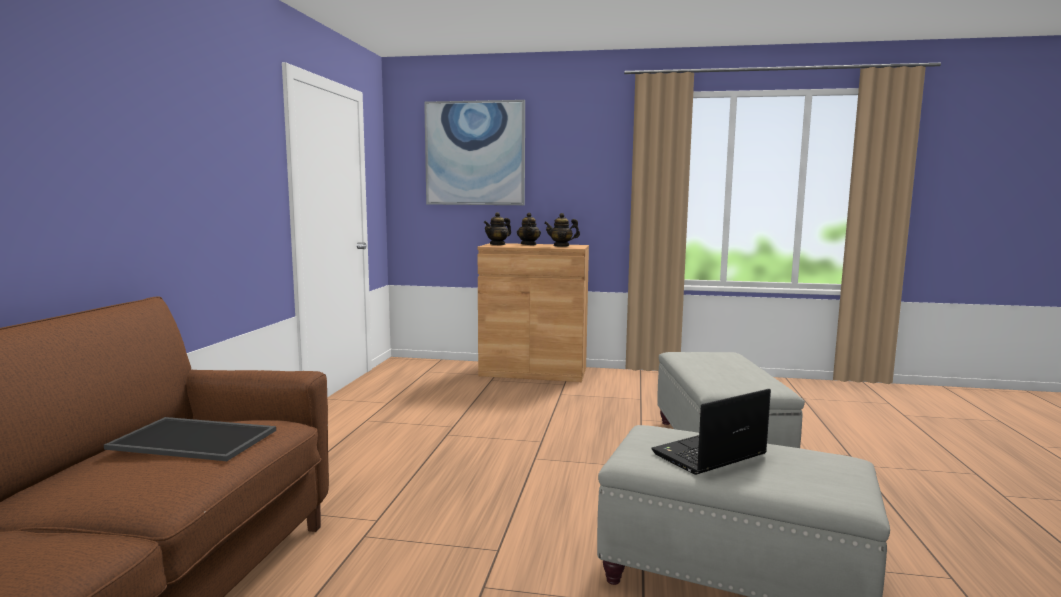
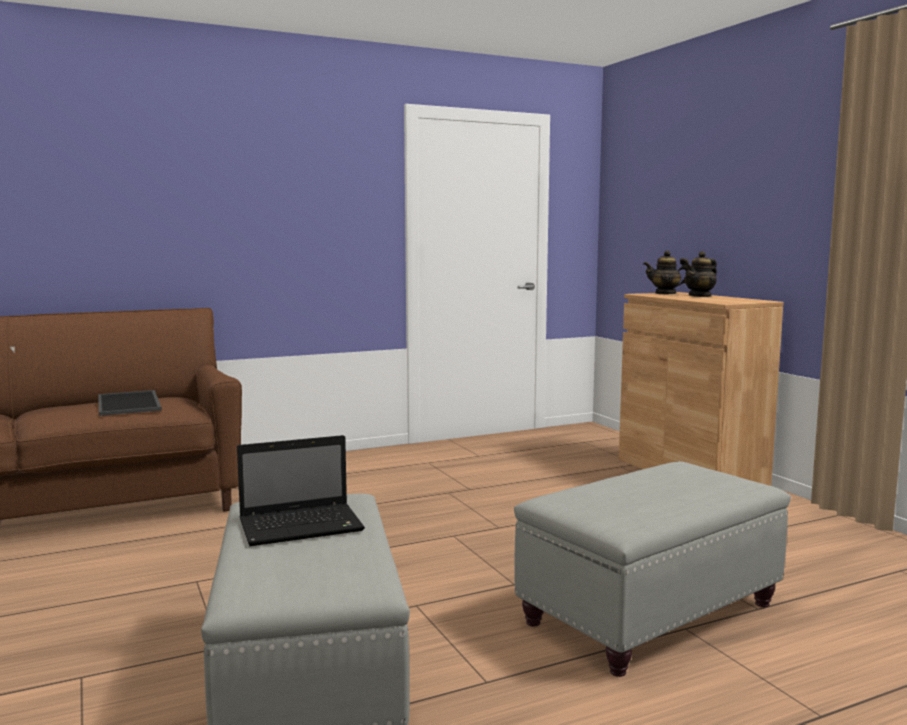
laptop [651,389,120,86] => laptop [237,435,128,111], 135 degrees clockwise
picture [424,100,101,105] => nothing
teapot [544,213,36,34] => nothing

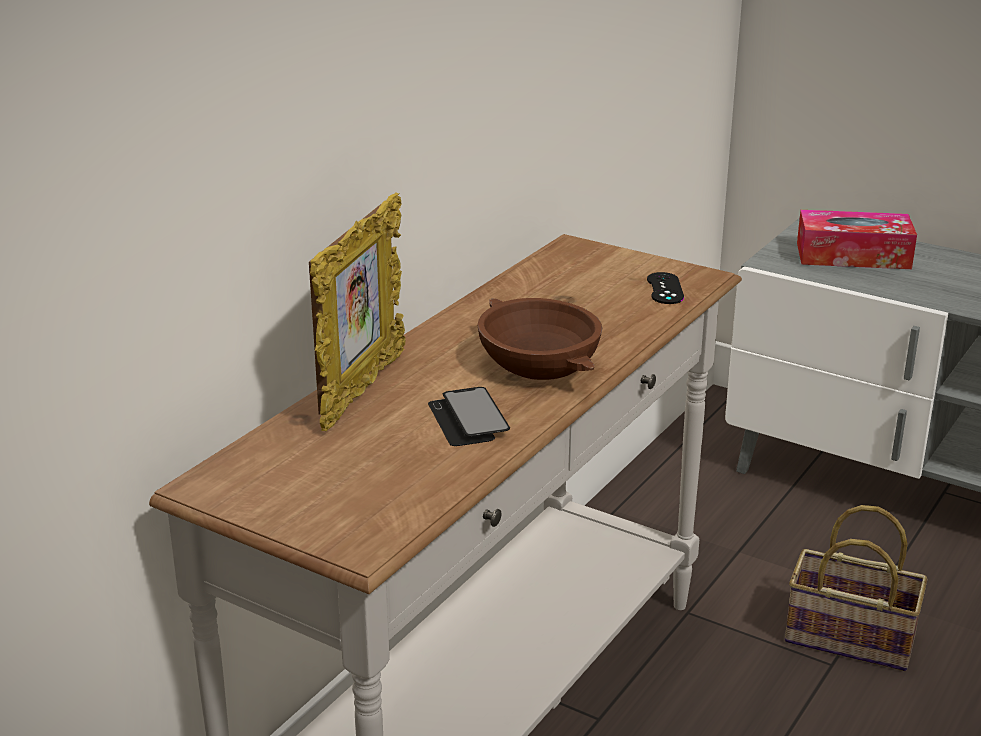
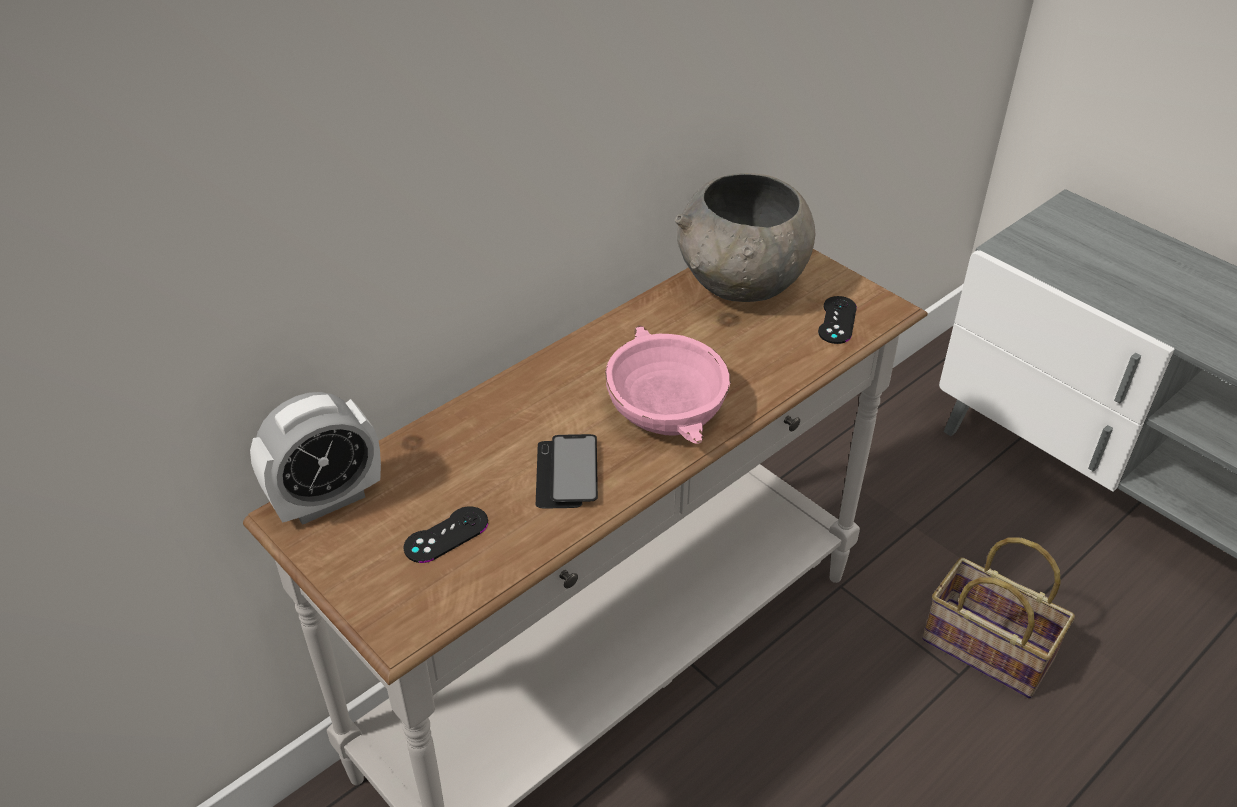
nothing => alarm clock [250,392,131,133]
nothing => game controller in black [403,507,85,56]
bowl in brown [477,298,125,82] => bowl in pink [605,325,125,119]
nothing => bowl in grey [675,173,140,129]
picture frame [309,192,97,239] => nothing
tissue box [797,210,120,59] => nothing

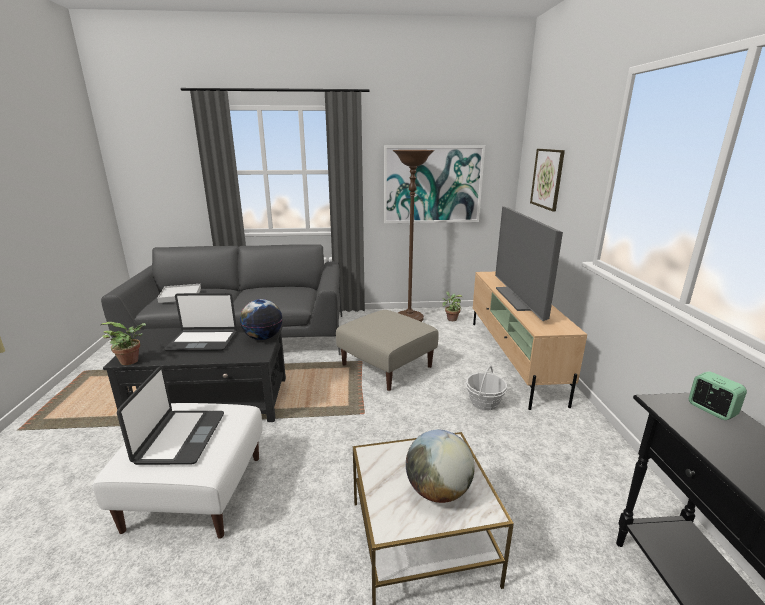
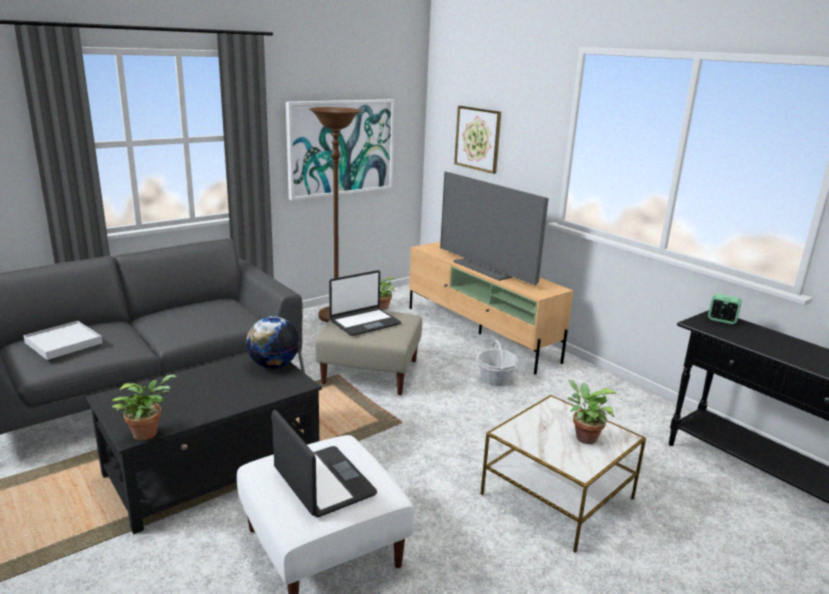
laptop [164,293,73,58] => laptop [329,270,72,66], move
globe [406,430,69,73] => potted plant [567,380,49,64]

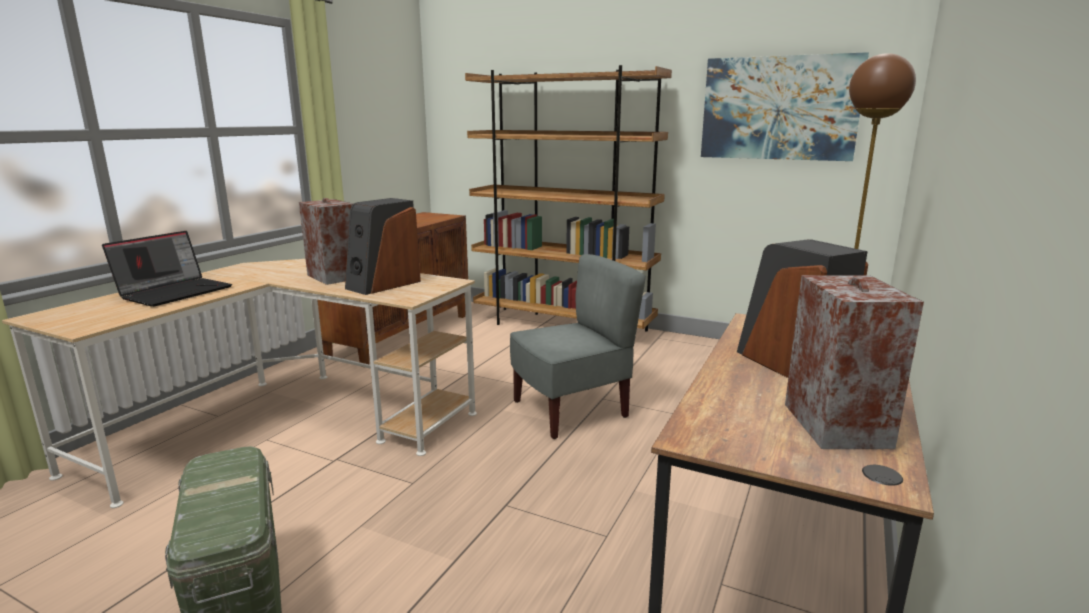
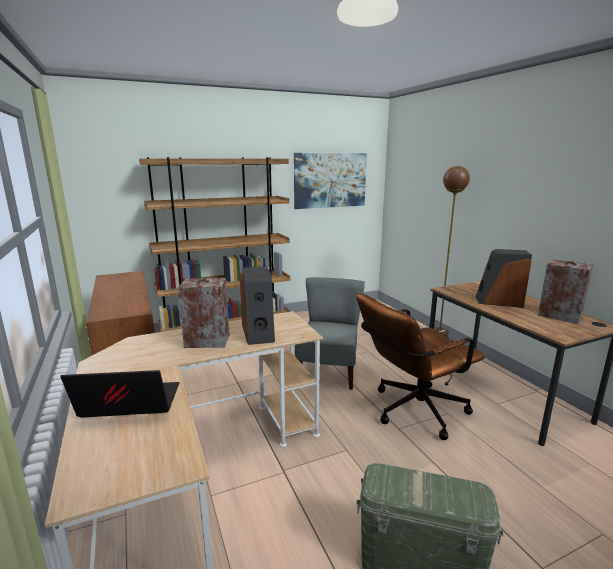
laptop [102,231,130,76] => laptop [61,370,118,48], 75 degrees counterclockwise
nothing => office chair in brown [357,293,128,147]

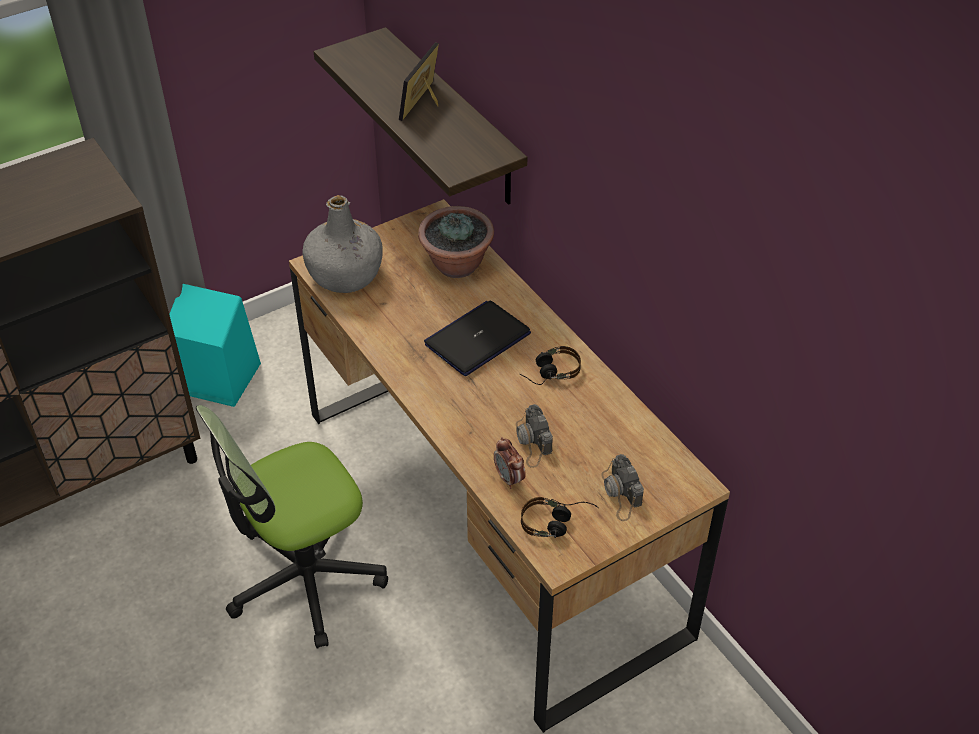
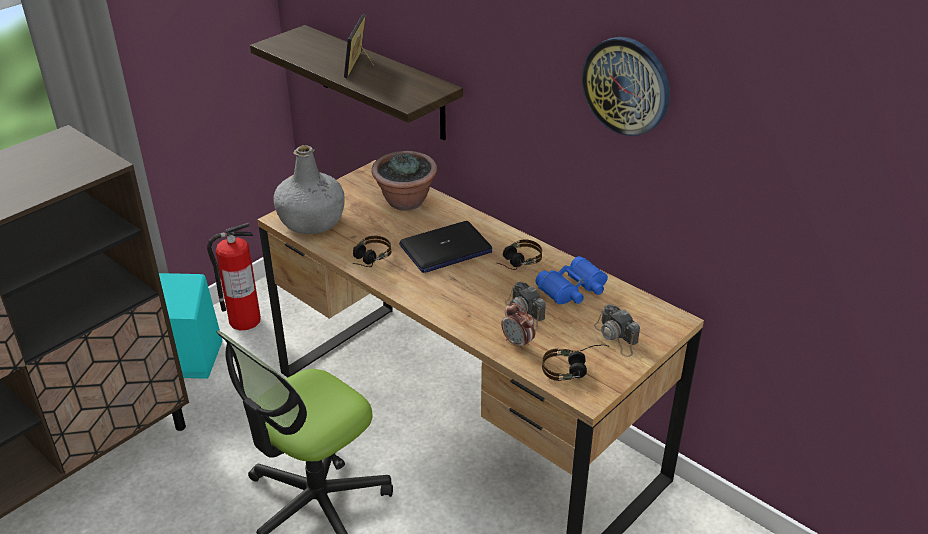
nothing => fire extinguisher [207,223,54,107]
nothing => headphones [353,236,38,31]
laptop [424,301,107,75] => laptop [399,221,93,52], 150 degrees counterclockwise
nothing => binoculars in blue [535,256,73,48]
nothing => wall clock [582,37,88,99]

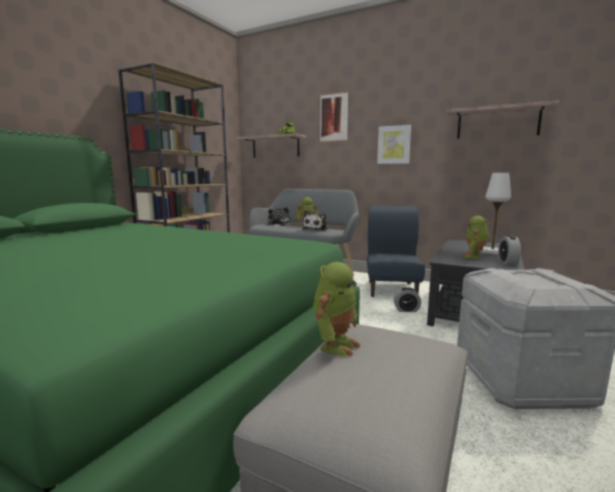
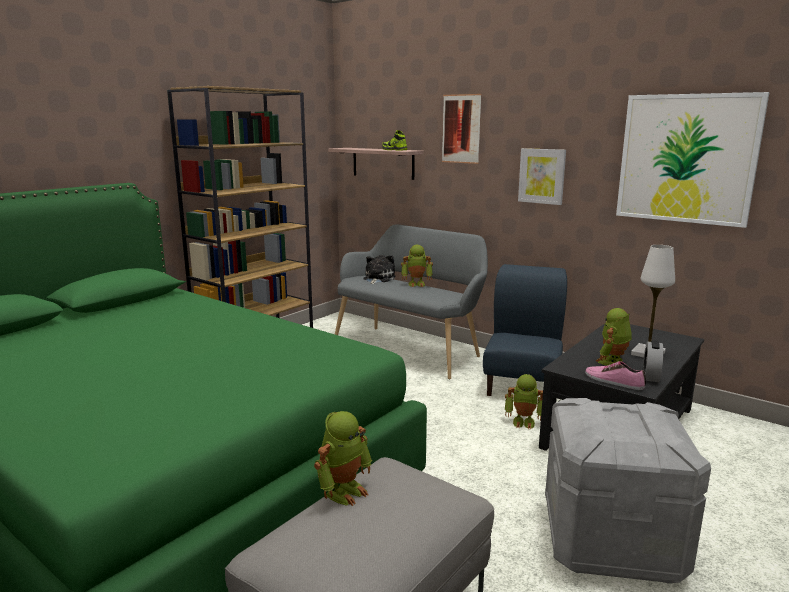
alarm clock [394,287,27,25] => toy robot [504,374,39,56]
nothing => shoe [585,361,61,29]
shelf [446,101,113,38] => picture [616,92,154,136]
plush toy [302,210,26,21] => nothing

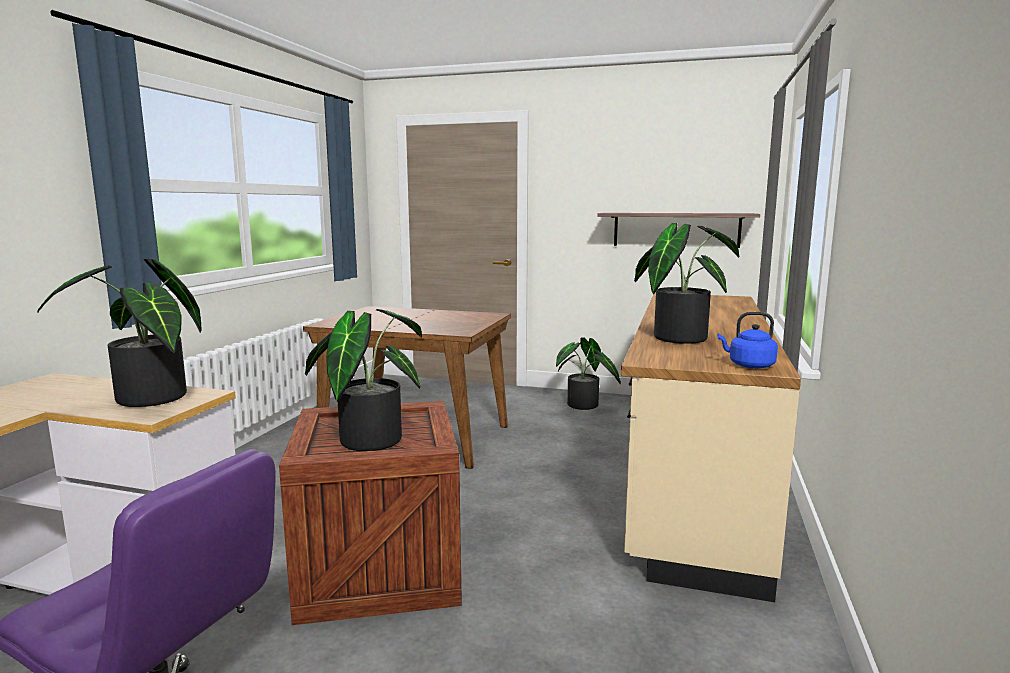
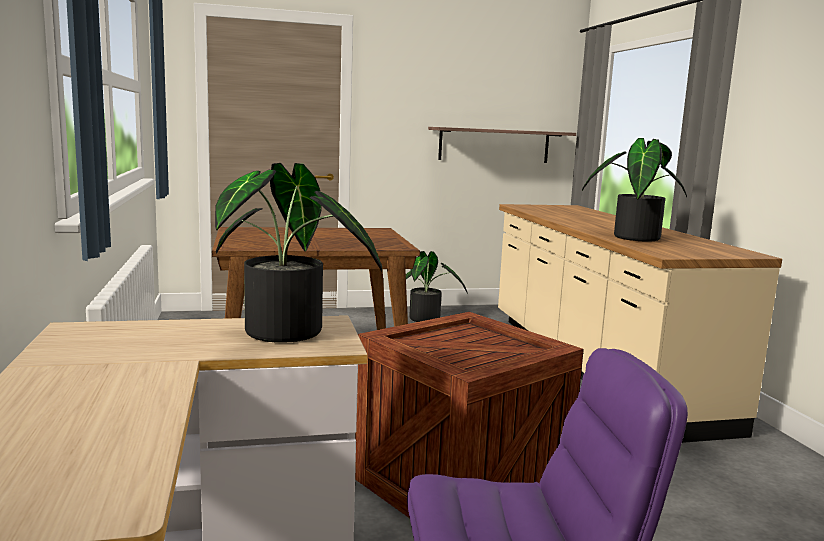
potted plant [305,309,117,142] => nothing
kettle in blue [718,312,60,57] => nothing

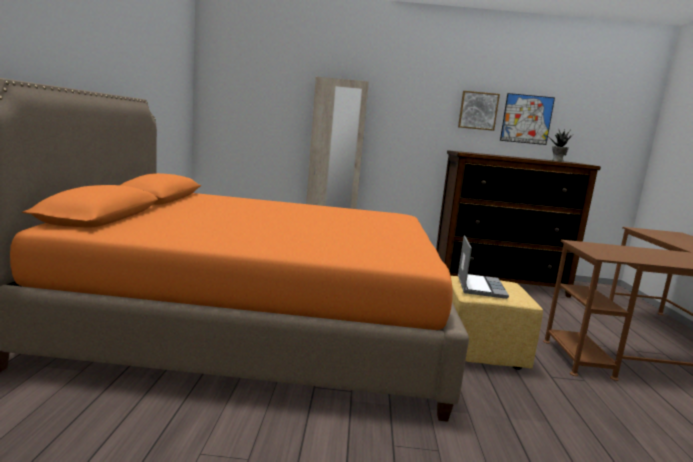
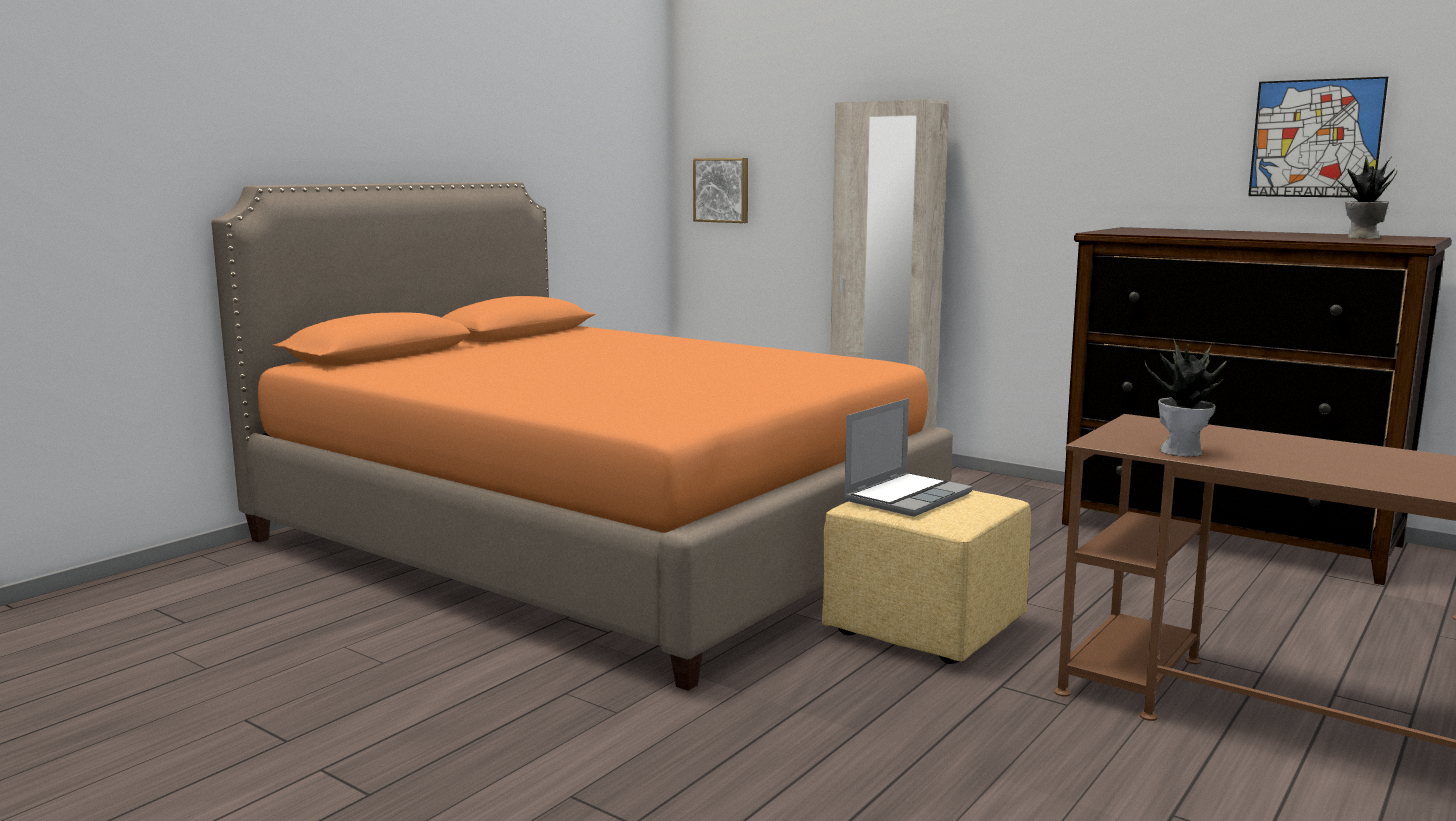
picture [458,91,42,40] => picture [693,158,55,65], move
nothing => potted plant [1145,338,82,119]

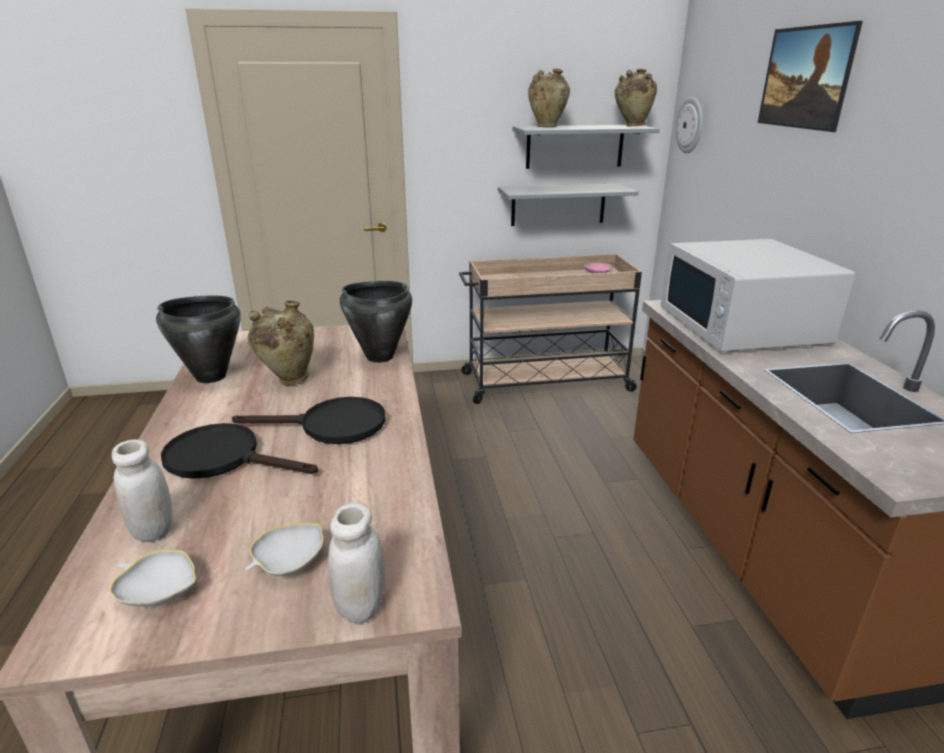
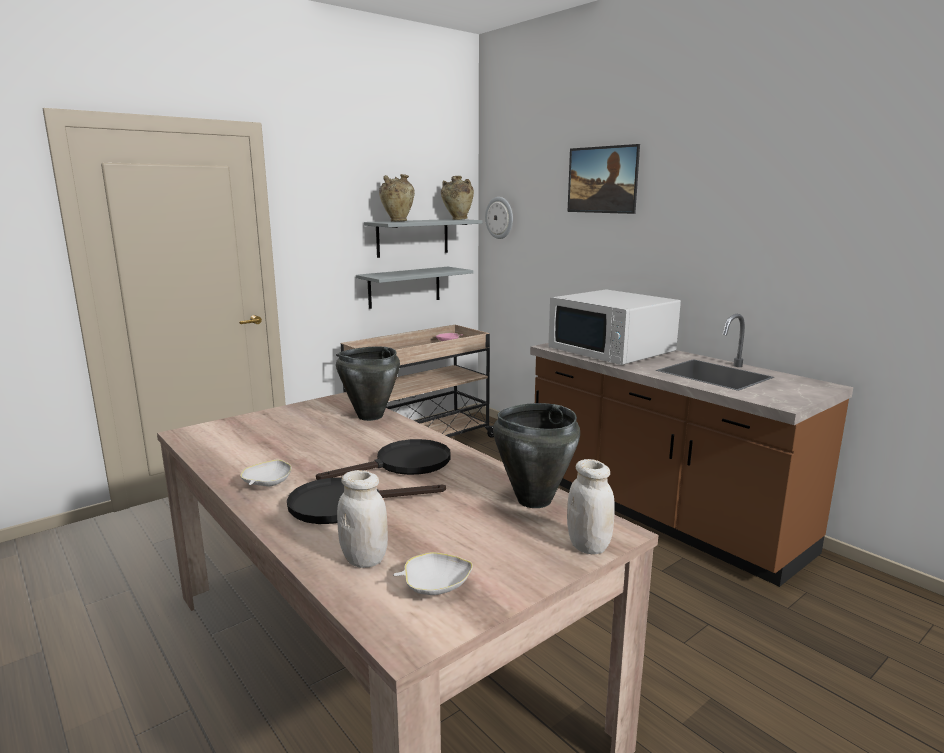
bowl in white [245,523,78,53] => bowl in white [240,459,51,27], move
cooking pot in black [156,295,85,88] => cooking pot in black [493,403,87,105], move
vase in beige [248,300,66,85] => nothing

